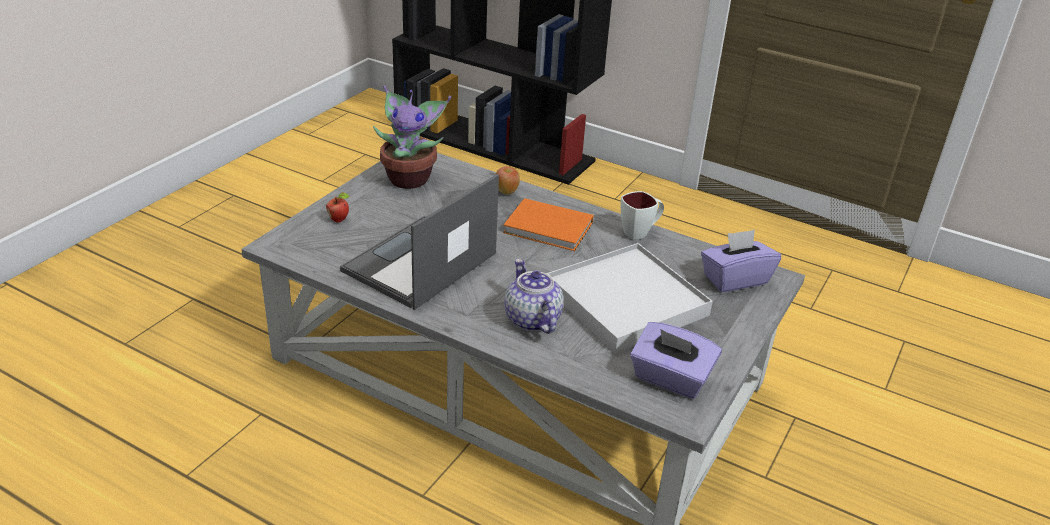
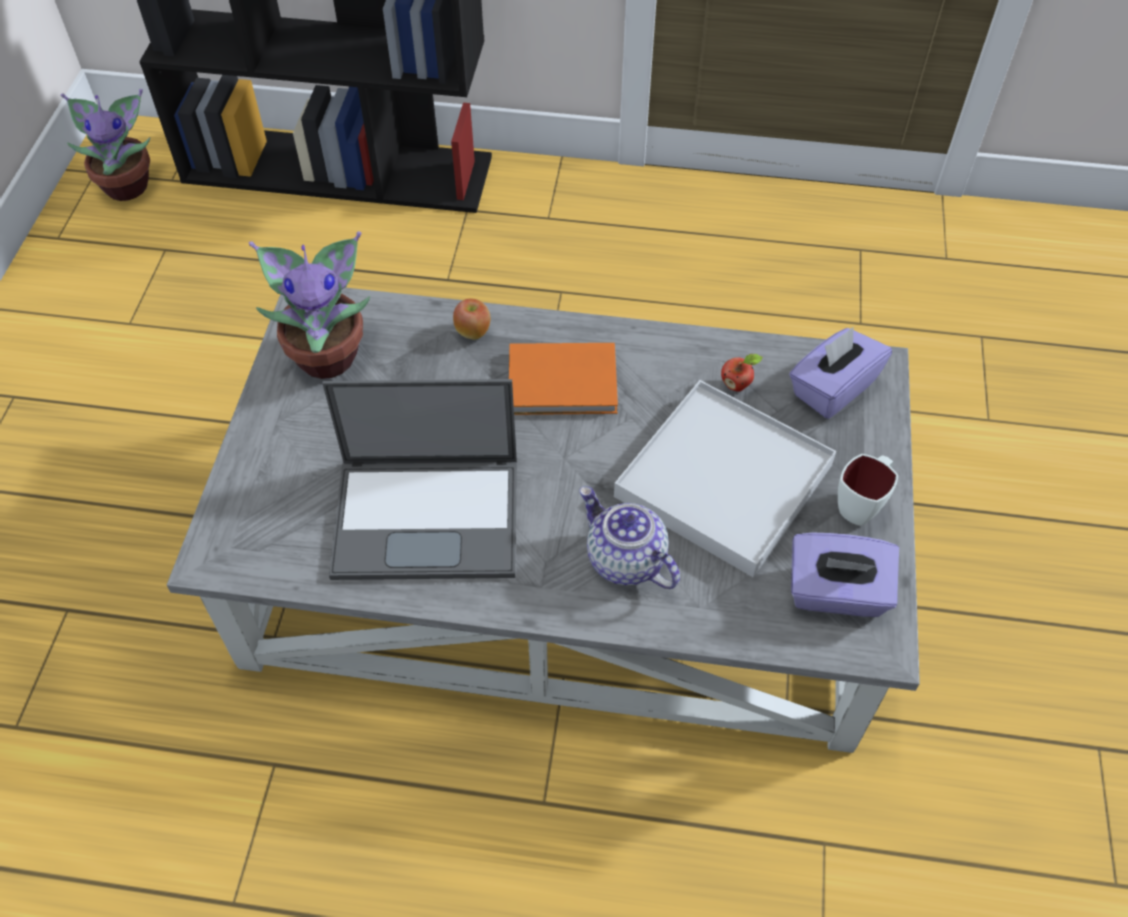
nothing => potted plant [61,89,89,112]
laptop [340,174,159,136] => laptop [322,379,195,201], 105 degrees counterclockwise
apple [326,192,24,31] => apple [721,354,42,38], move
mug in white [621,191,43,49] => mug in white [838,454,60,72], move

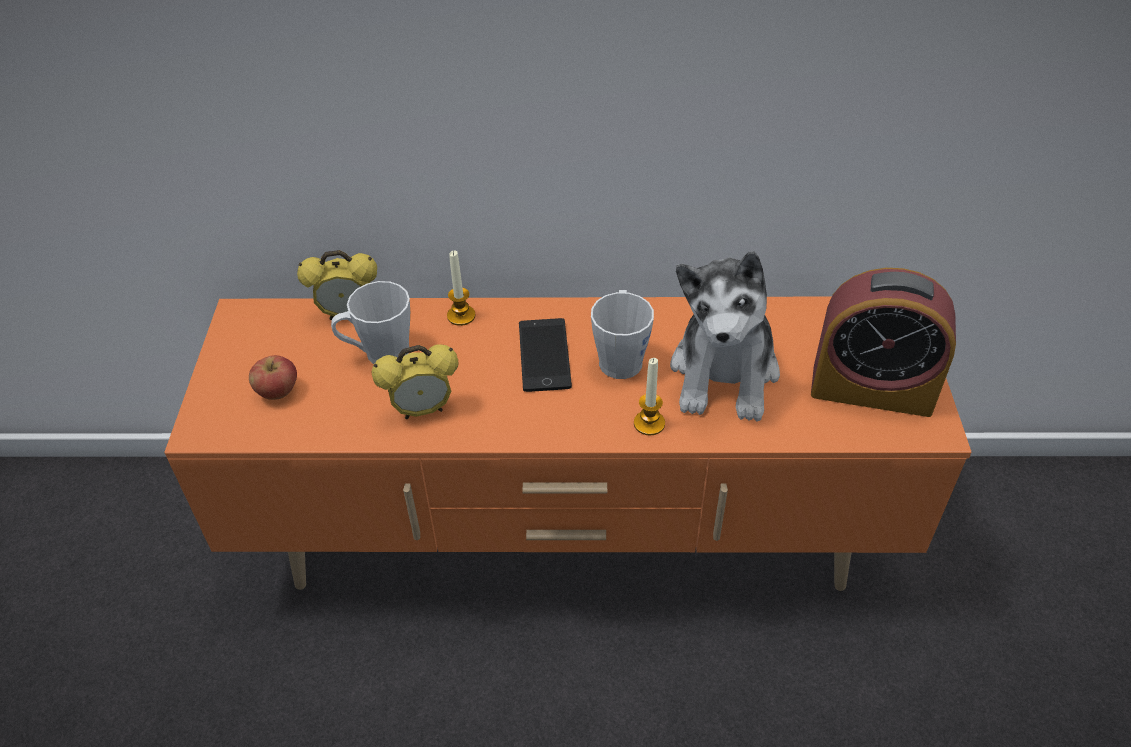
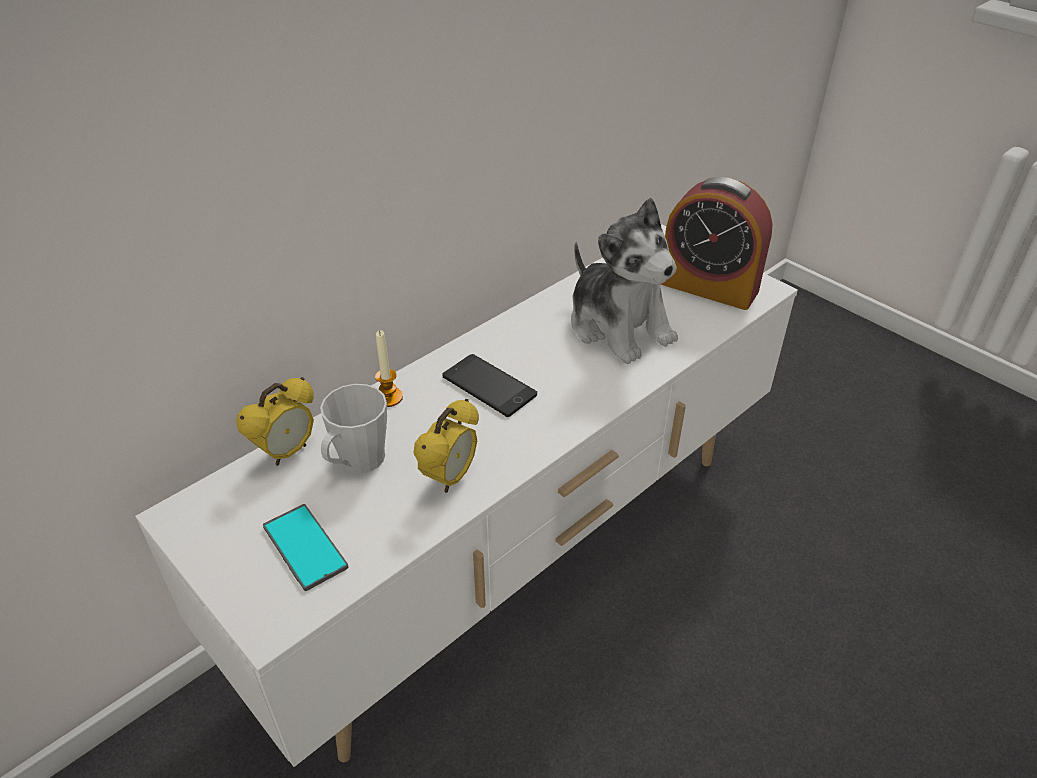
tv stand in orange [164,296,808,295] => tv stand in white [135,225,663,542]
apple [249,355,48,45] => phone [263,504,85,87]
alarm clock [811,268,145,149] => alarm clock [660,177,113,133], 60 degrees clockwise
mug in grey [591,290,63,89] => nothing
candle [634,358,31,78] => nothing

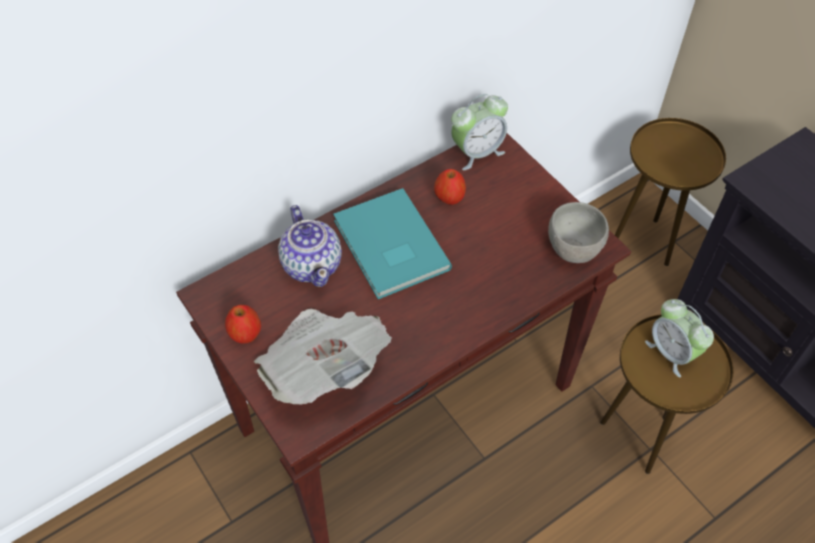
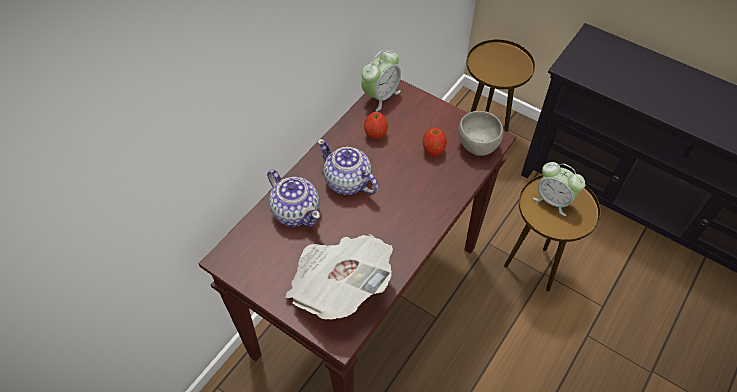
book in turquoise [333,188,119,111] => teapot [317,139,62,56]
apple [225,305,36,39] => apple [423,128,24,28], move

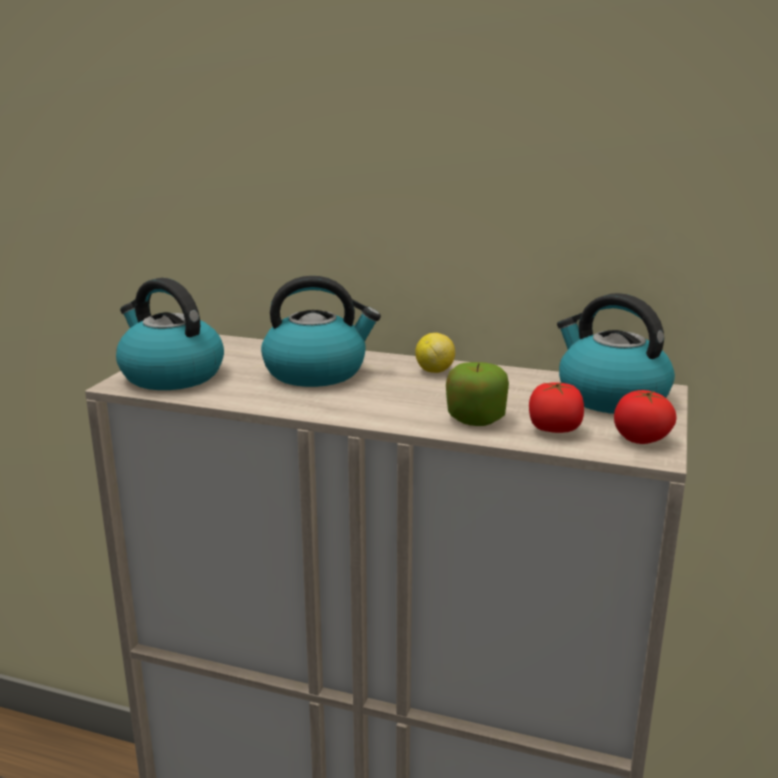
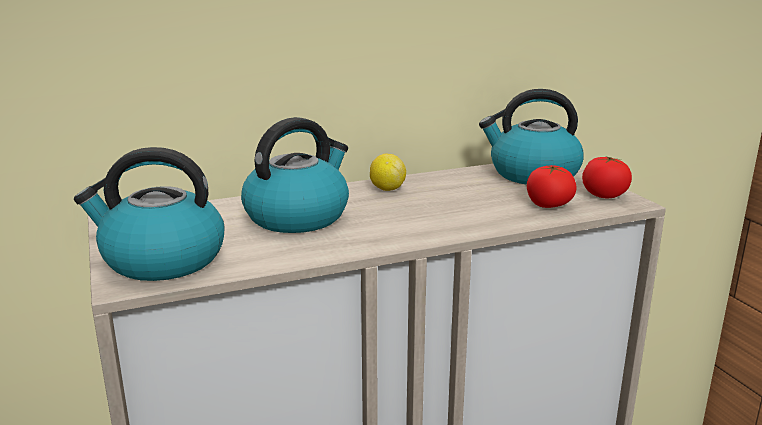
apple [446,362,63,64] => nothing

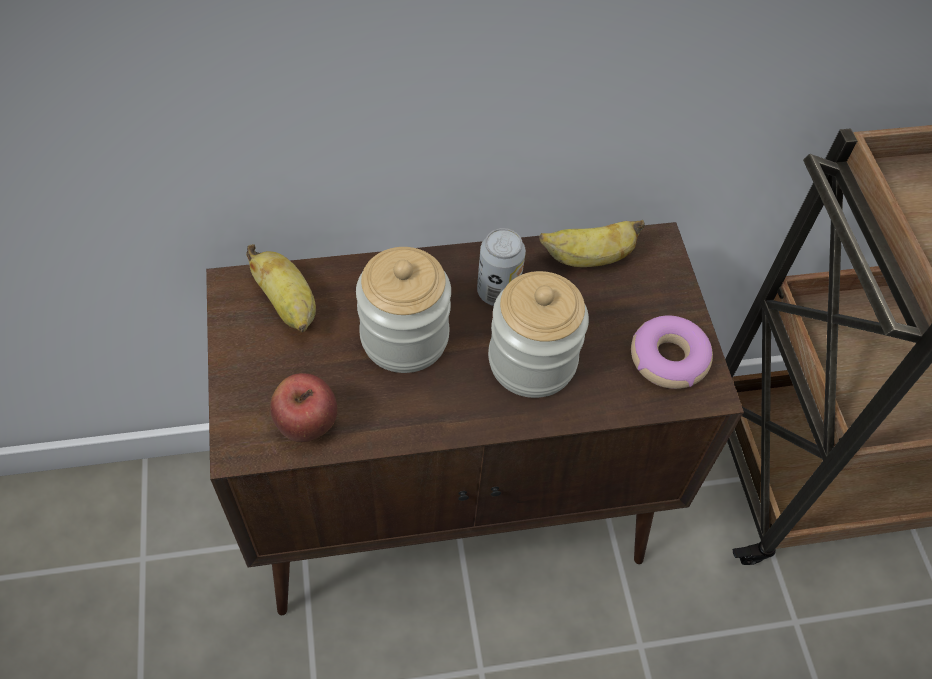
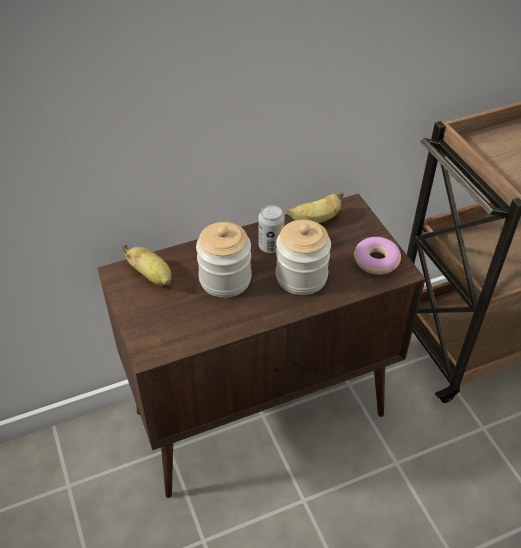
apple [270,373,67,69] => nothing

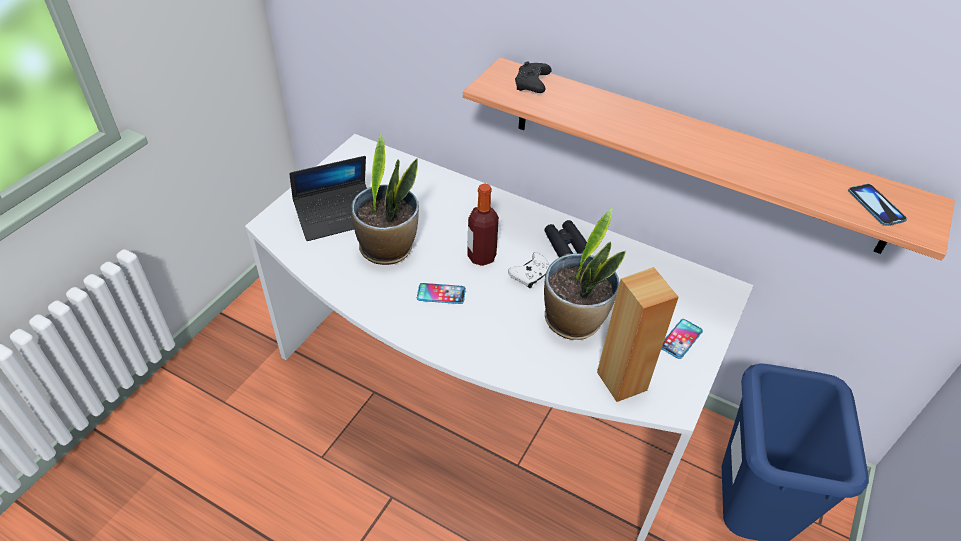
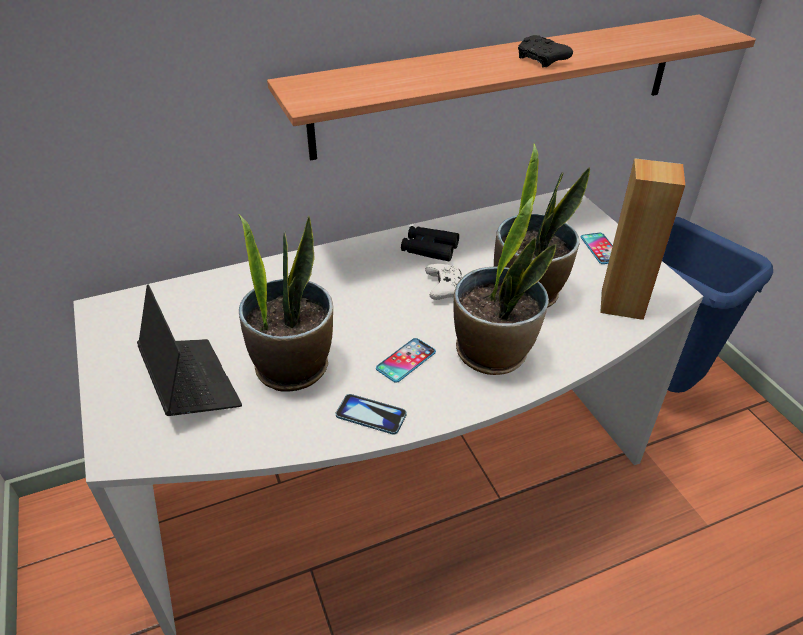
laptop [289,156,78,85] => laptop [137,284,105,132], 45 degrees counterclockwise
phone [848,184,59,42] => phone [336,394,71,41], move
nothing => potted plant [453,197,103,178]
game controller in black [515,61,37,32] => game controller in black [518,35,55,33], move
bottle [467,183,32,83] => nothing

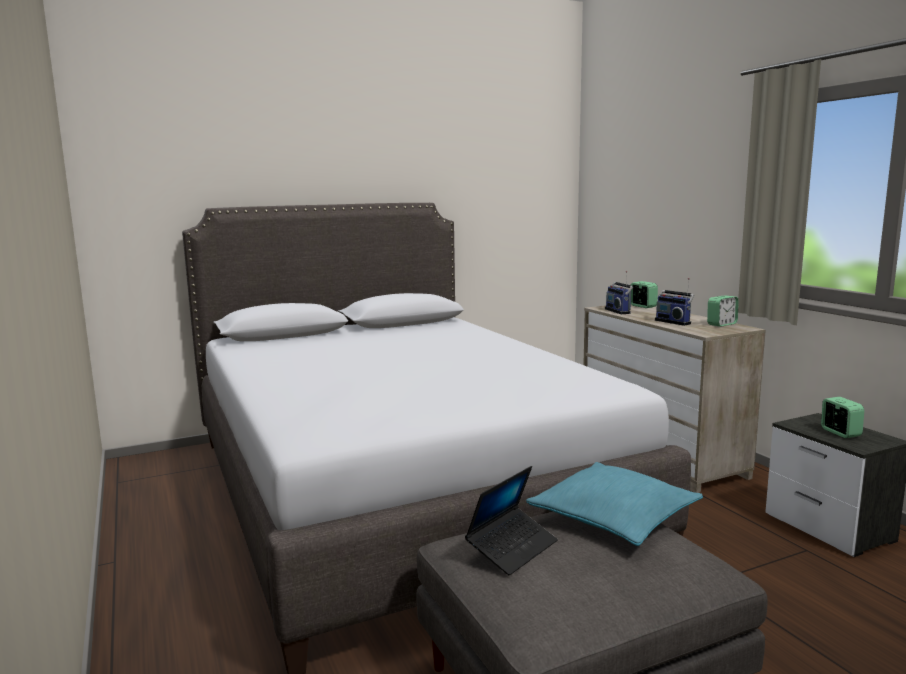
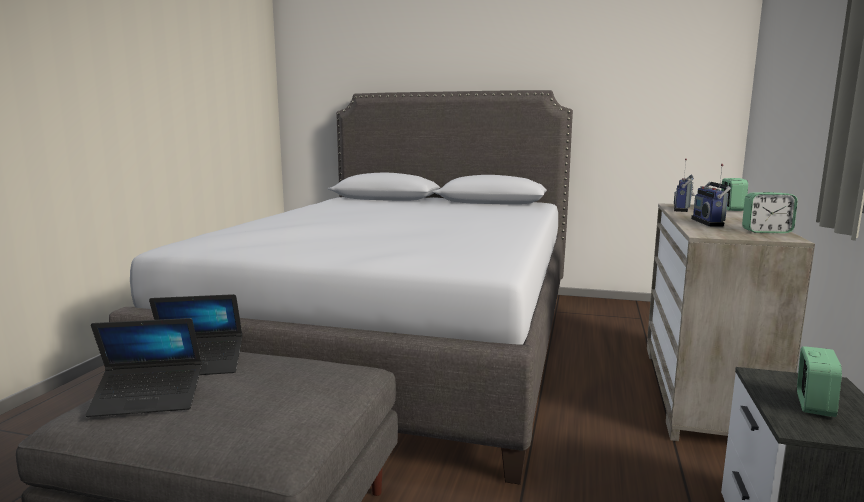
nothing => laptop [86,318,116,99]
pillow in turquoise [526,462,177,84] => nothing

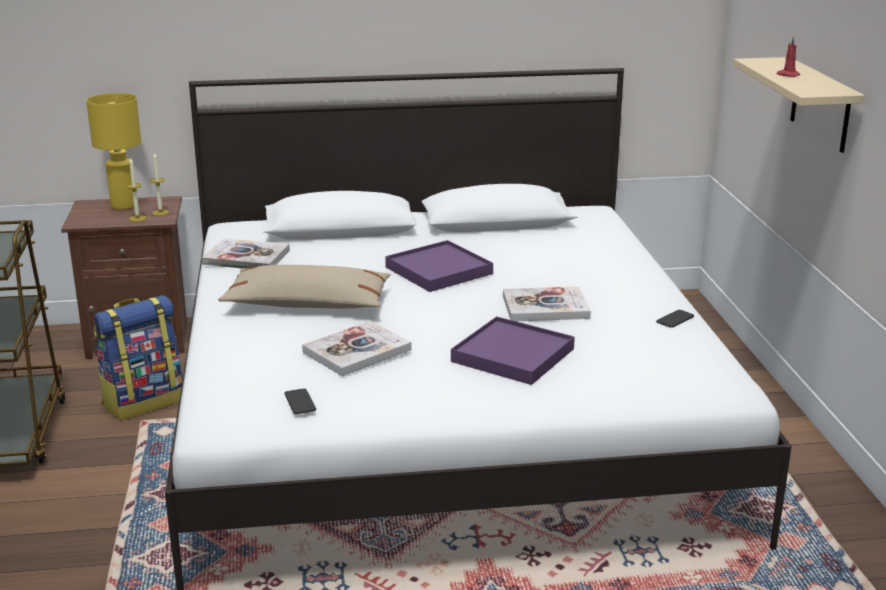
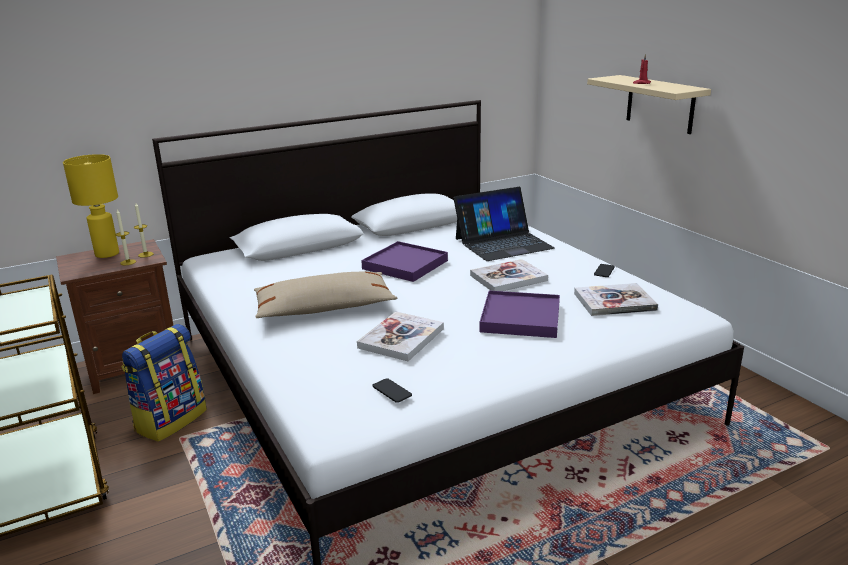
nothing => laptop [454,187,101,74]
book [202,238,88,31] => book [574,283,84,33], move

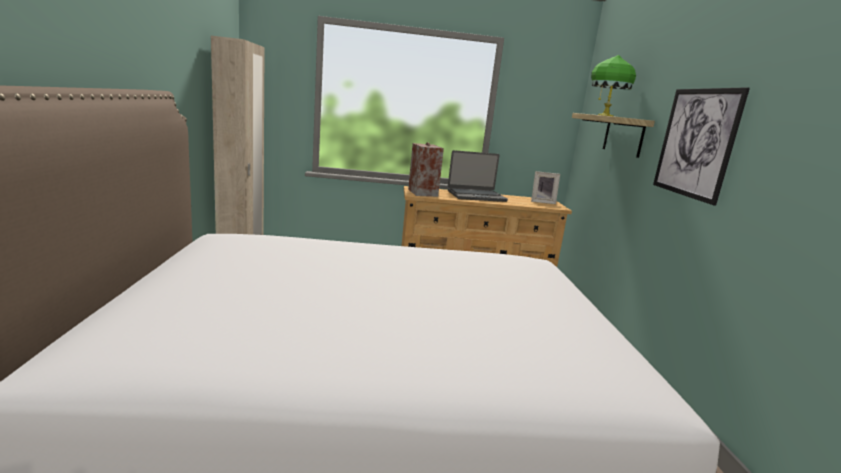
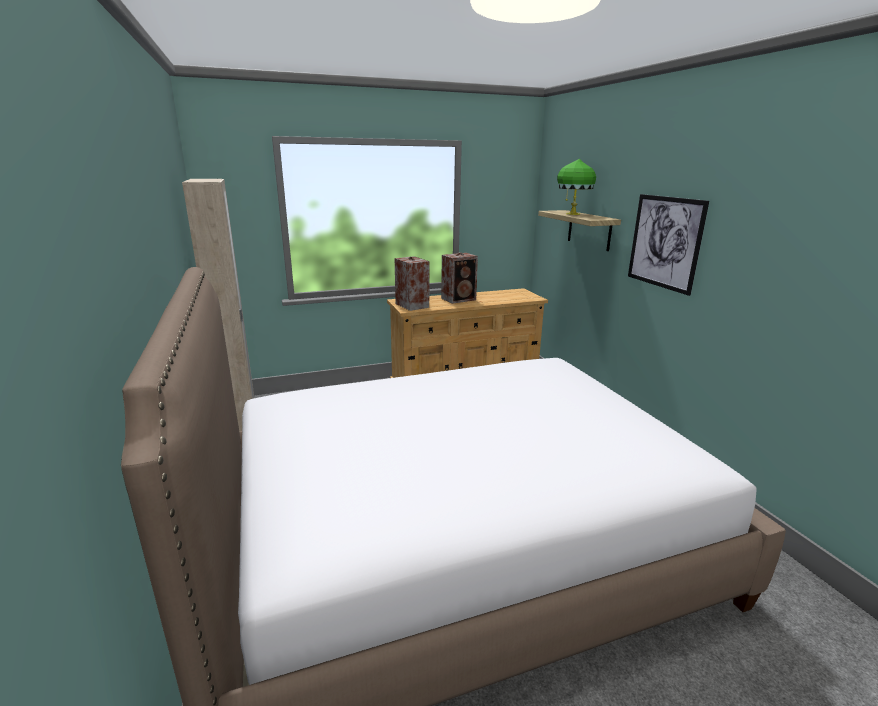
laptop [448,150,60,52] => speaker [441,252,37,52]
picture frame [531,171,29,33] => nothing

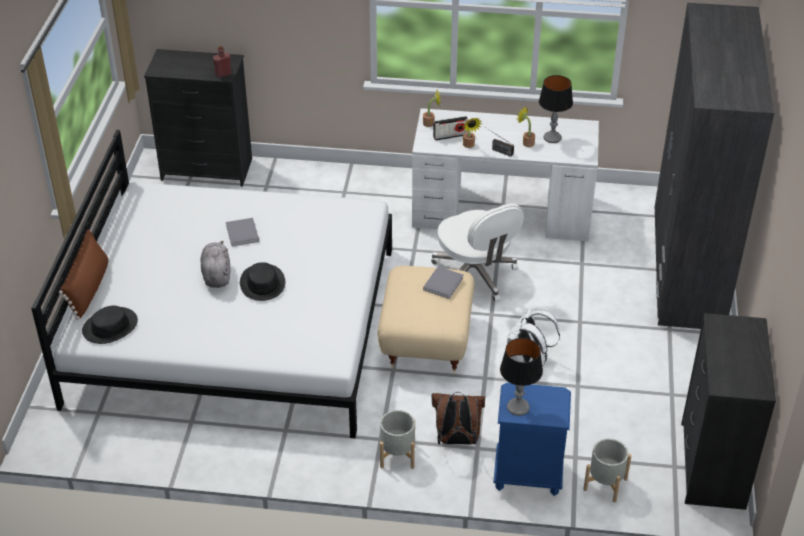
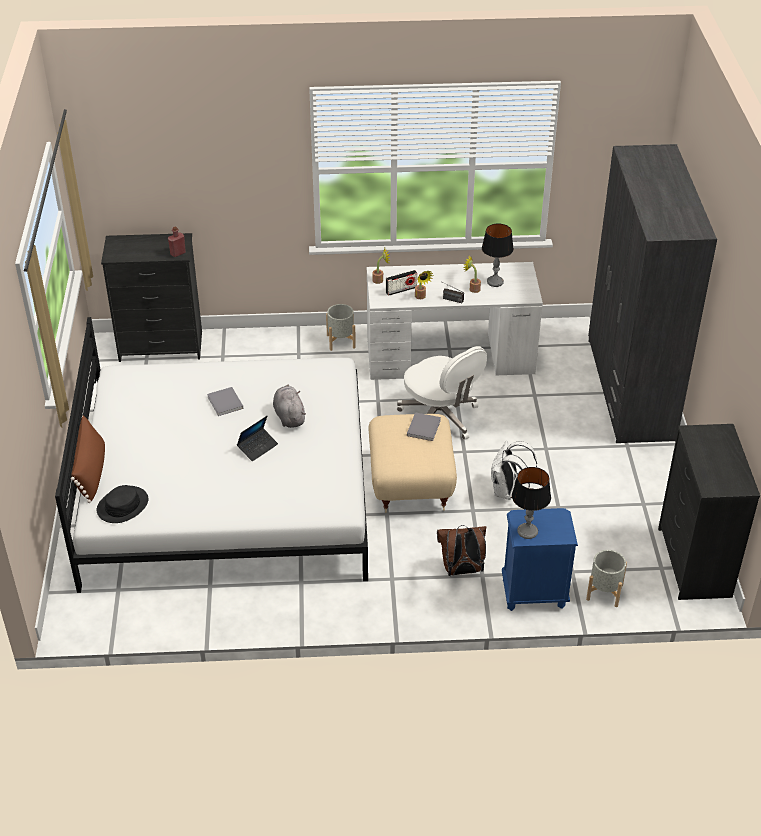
hat in black [240,262,45,39] => laptop [237,416,41,45]
plush toy in grey [201,241,29,47] => plush toy in grey [273,385,33,43], move
planter in grey [380,410,35,59] => planter in grey [326,304,30,47], move

